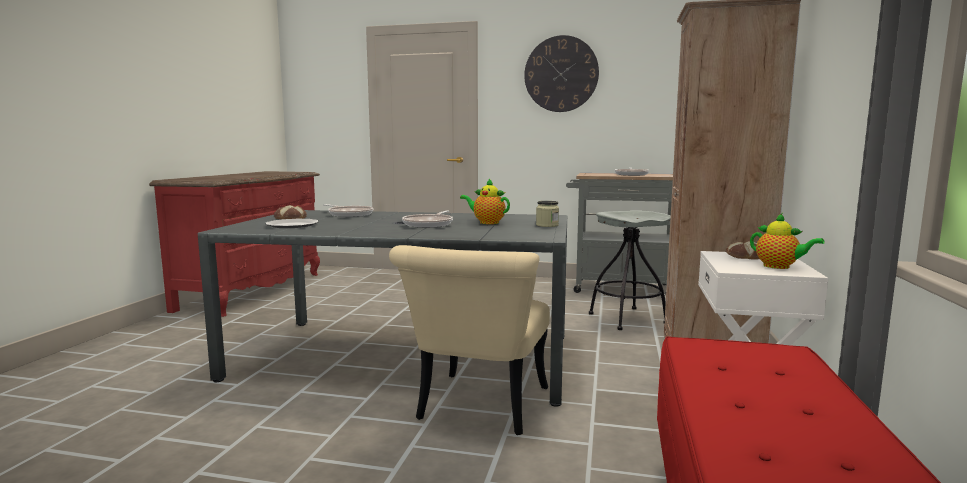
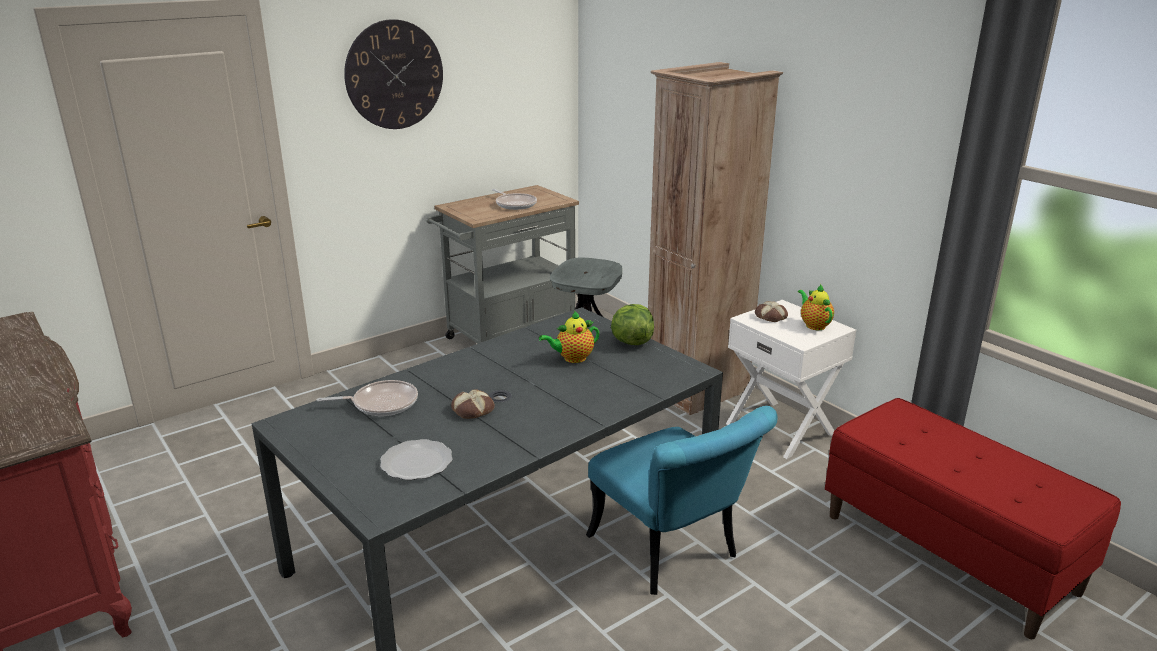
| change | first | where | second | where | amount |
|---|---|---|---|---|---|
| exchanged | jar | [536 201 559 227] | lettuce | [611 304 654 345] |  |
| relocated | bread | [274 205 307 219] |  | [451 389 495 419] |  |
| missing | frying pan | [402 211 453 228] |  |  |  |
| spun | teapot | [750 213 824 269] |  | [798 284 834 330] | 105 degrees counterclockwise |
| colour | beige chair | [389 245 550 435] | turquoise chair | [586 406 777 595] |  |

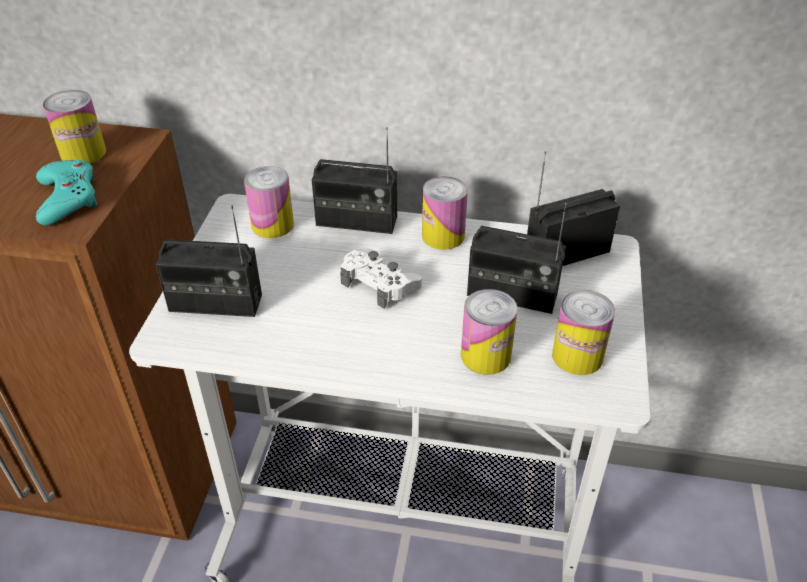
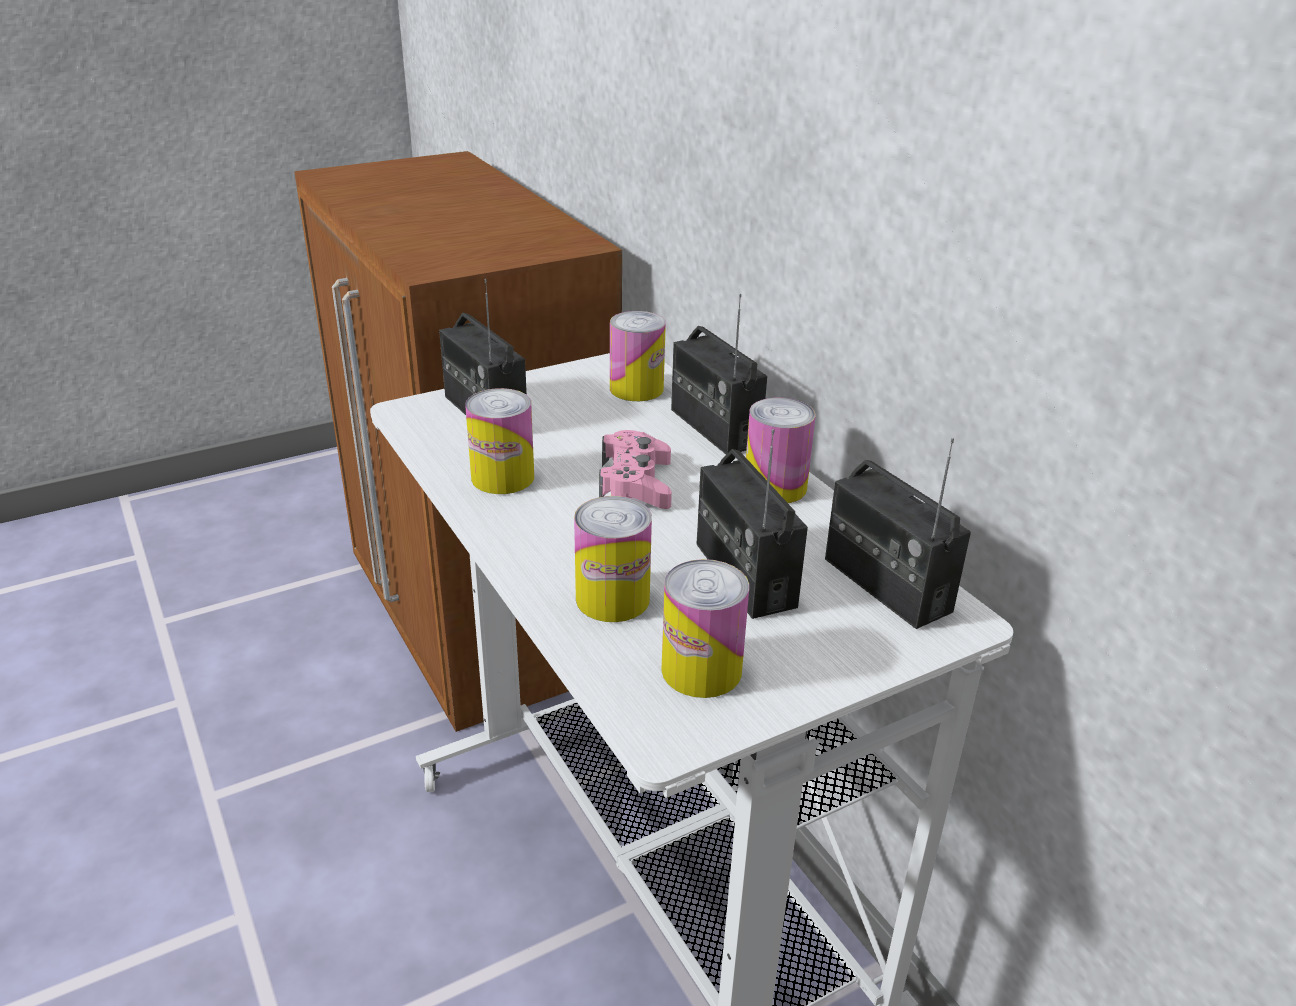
| change | first | where | second | where | amount |
|---|---|---|---|---|---|
| relocated | can | [43 90 106 164] |  | [465 388 534 494] |  |
| spun | radio | [527 151 620 266] |  | [825 438 971 629] | 150 degrees counterclockwise |
| missing | turquoise game controller | [36 160 97 225] |  |  |  |
| colour | white game controller | [340 248 422 309] | pink game controller | [599 430 672 509] |  |

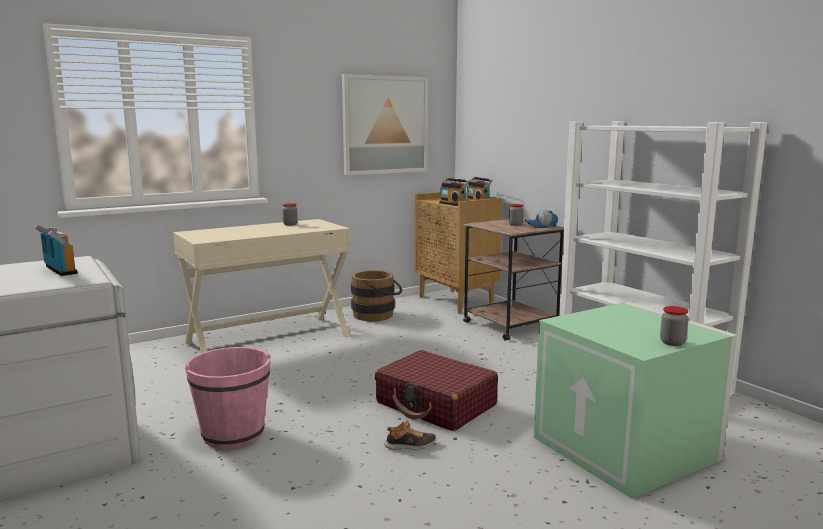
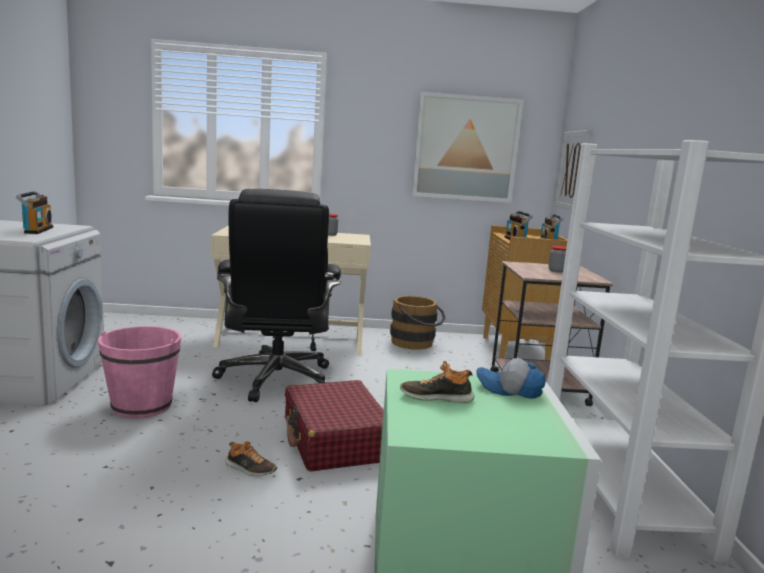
| change | first | where | second | where | amount |
|---|---|---|---|---|---|
| relocated | cap | [525 210 558 228] |  | [476 358 546 399] |  |
| missing | jar | [660 306 689 346] |  |  |  |
| appeared |  |  | picture | [555 130 590 211] |  |
| appeared |  |  | black office chair | [212 189 341 402] |  |
| appeared |  |  | shoe | [400 361 474 403] |  |

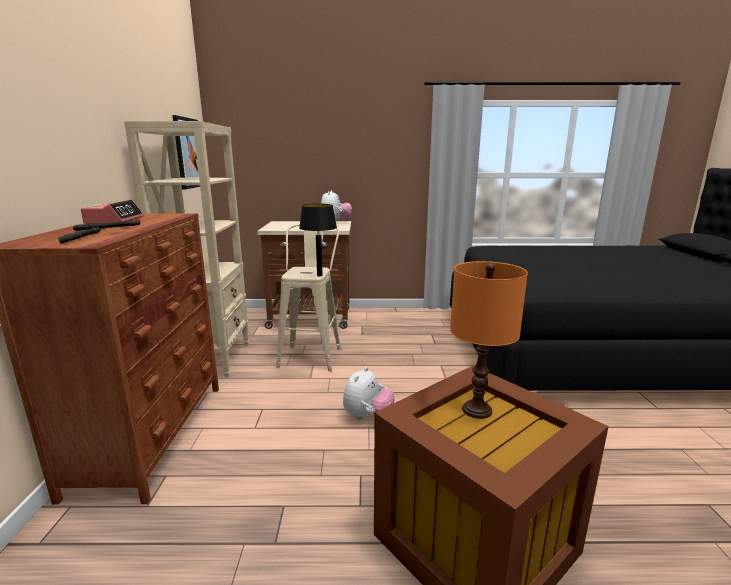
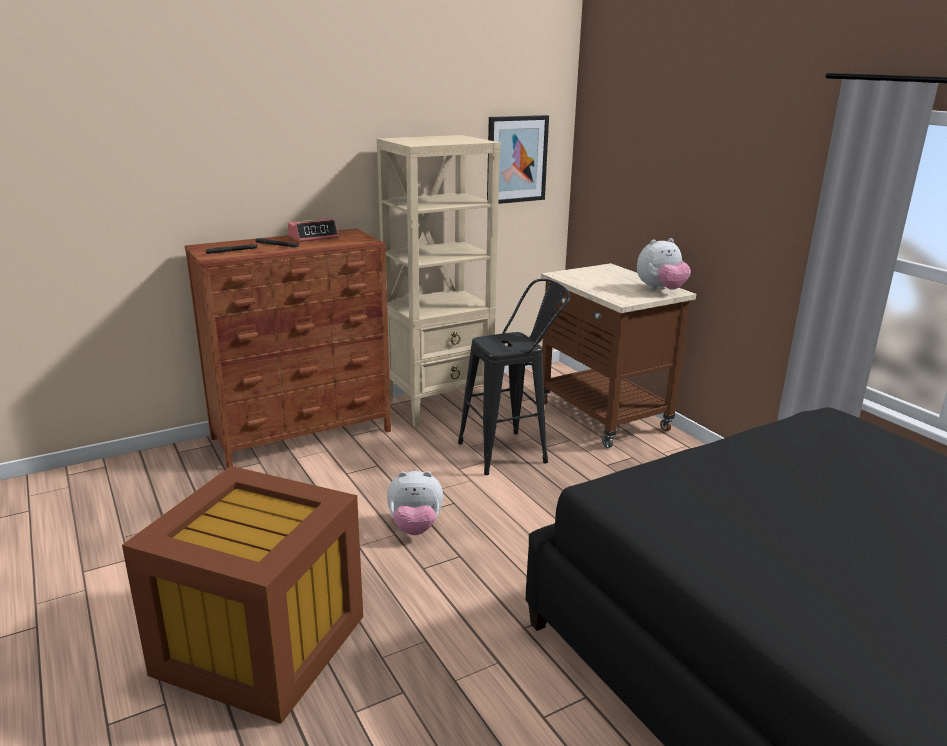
| change | first | where | second | where | amount |
|---|---|---|---|---|---|
| missing | black table lamp | [299 204 337 276] |  |  |  |
| colour | beige stool | [276 224 341 371] | black stool | [458 279 570 475] |  |
| missing | orange table lamp | [450 261 528 419] |  |  |  |

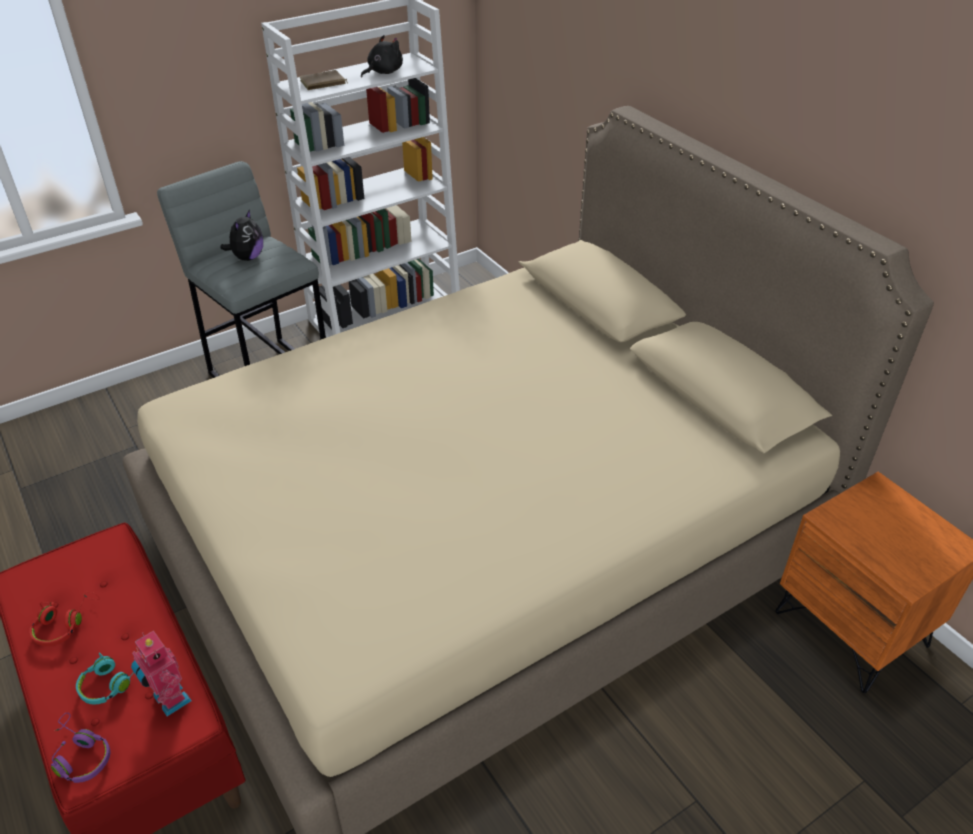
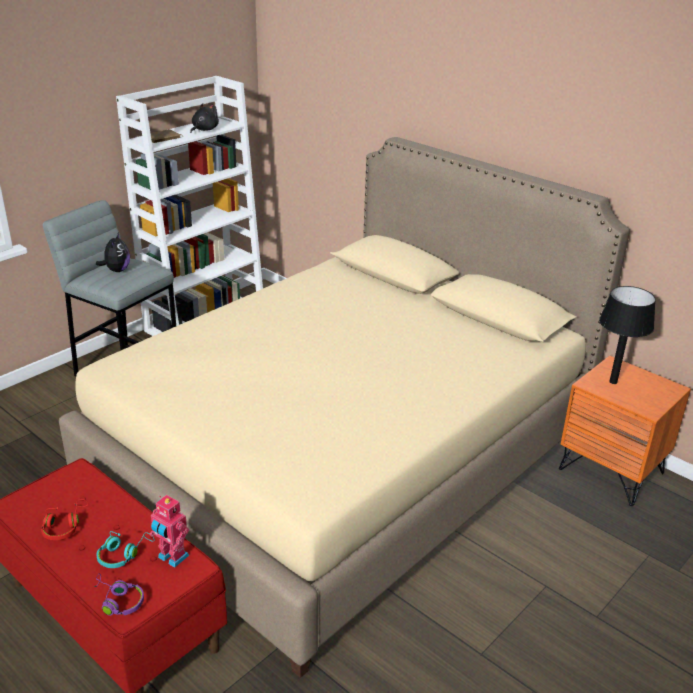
| change | first | where | second | where | amount |
|---|---|---|---|---|---|
| appeared |  |  | black table lamp | [599 286 656 384] |  |

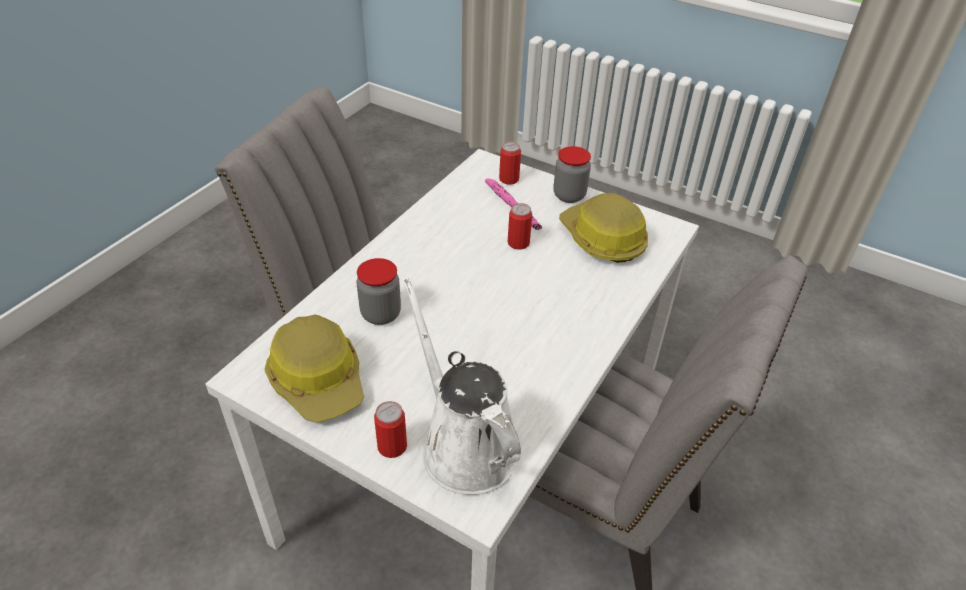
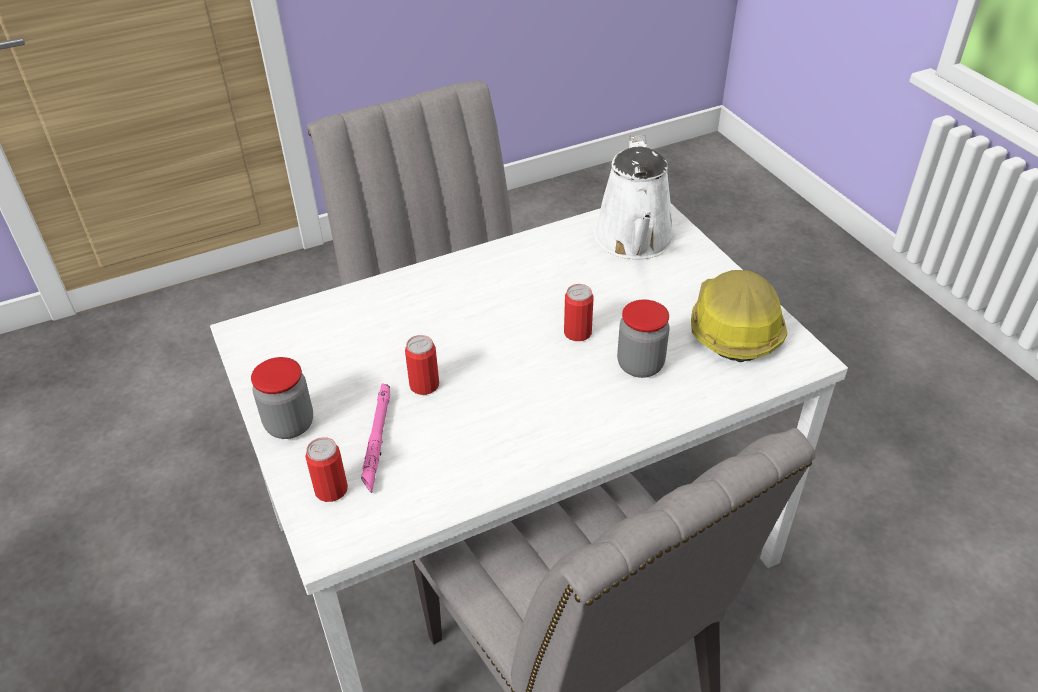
| change | first | where | second | where | amount |
|---|---|---|---|---|---|
| missing | hard hat | [559 193 648 263] |  |  |  |
| relocated | can | [374 401 407 458] |  | [564 284 593 341] |  |

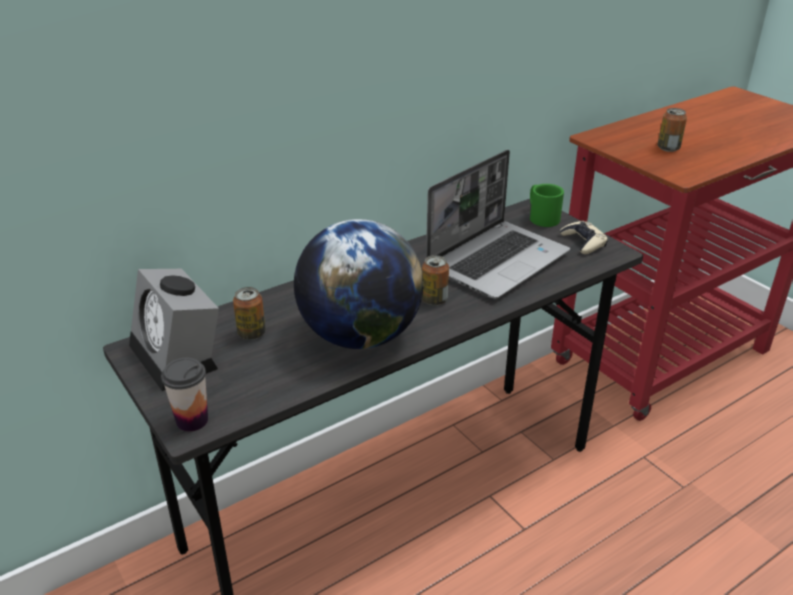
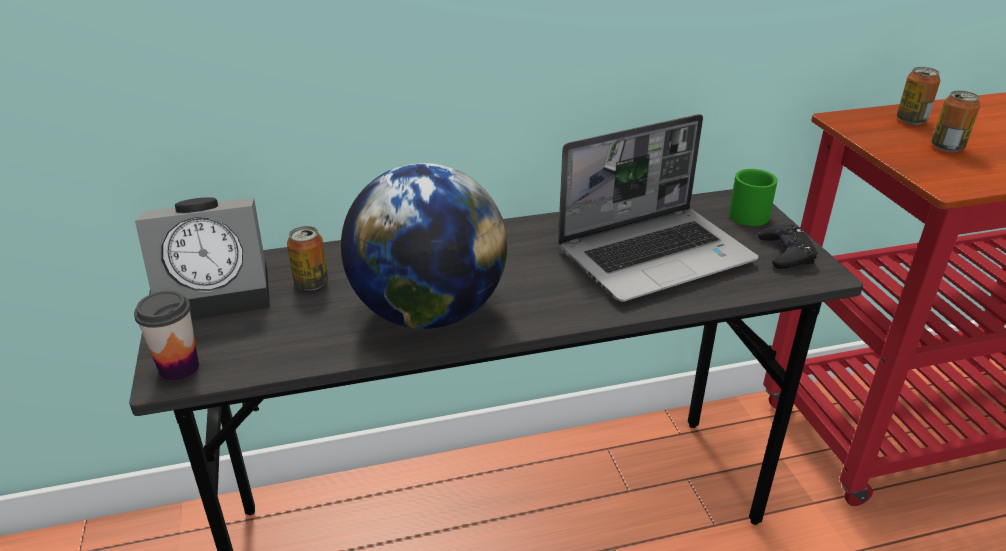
| change | first | where | second | where | amount |
|---|---|---|---|---|---|
| colour | beige game controller | [560 221 608 254] | black game controller | [758 224 818 269] |  |
| relocated | can | [422 255 449 306] |  | [897 67 941 125] |  |
| spun | alarm clock | [129 269 219 391] |  | [135 197 270 320] | 90 degrees counterclockwise |

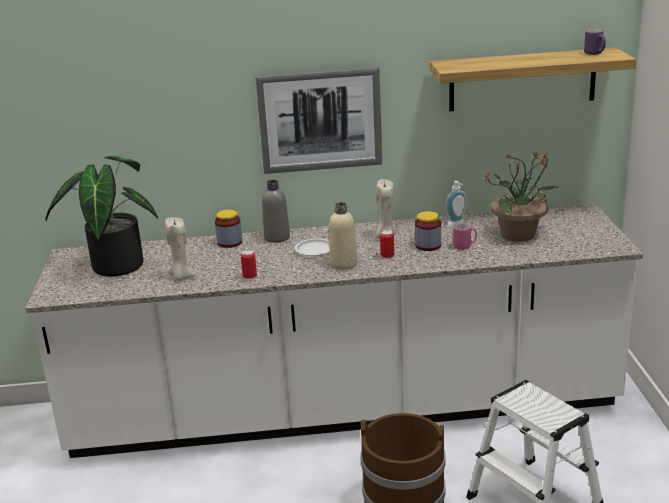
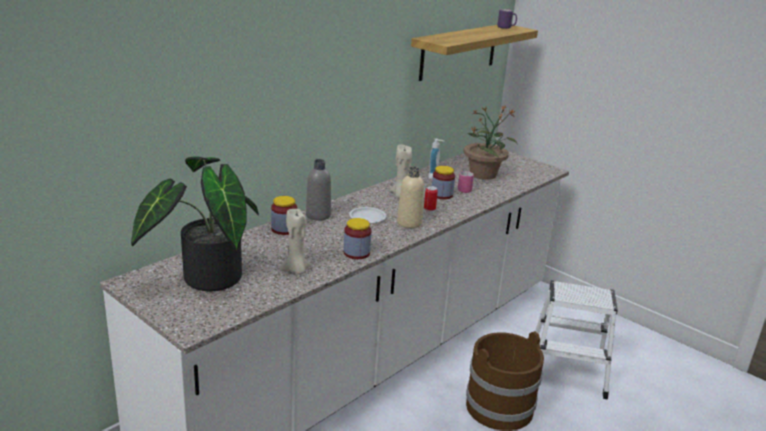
| change | first | where | second | where | amount |
|---|---|---|---|---|---|
| missing | picture | [255 67 382 174] |  |  |  |
| exchanged | can | [241 250 257 280] | jar | [344 218 371 259] |  |

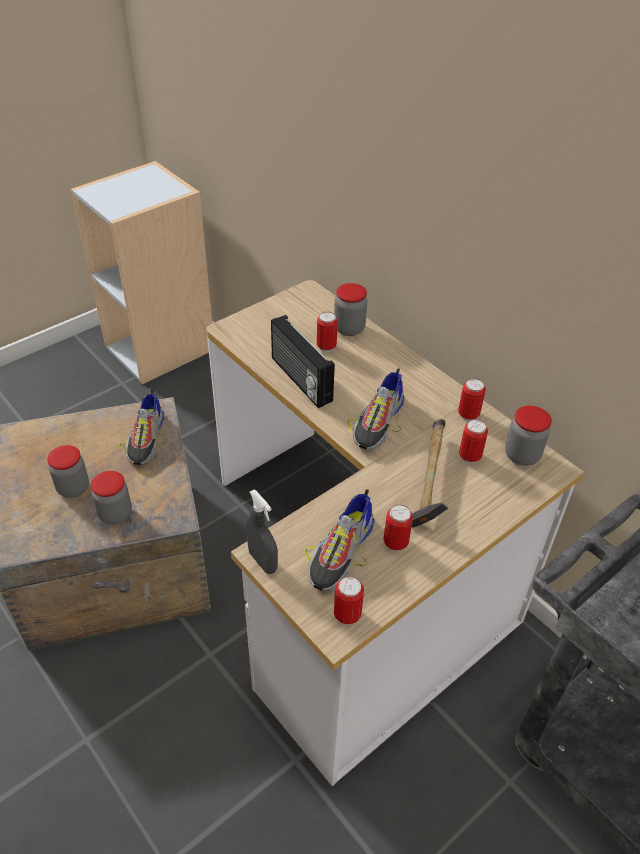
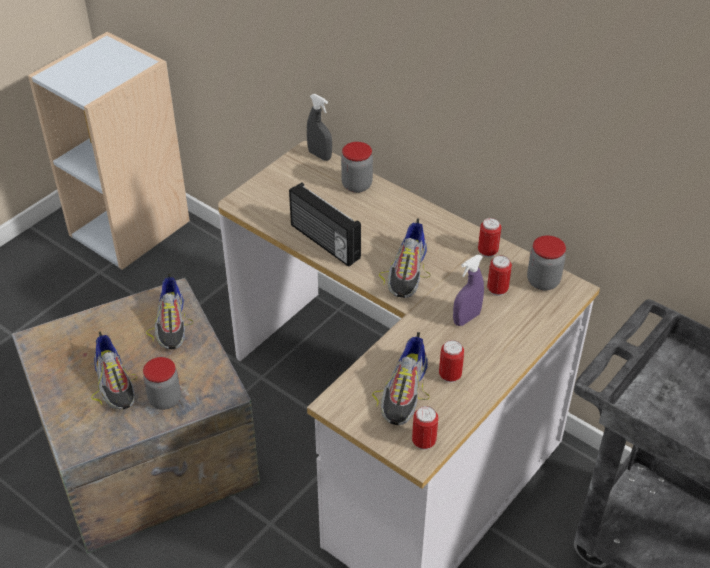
| change | first | where | second | where | amount |
|---|---|---|---|---|---|
| missing | can | [317 312 338 352] |  |  |  |
| exchanged | hammer | [412 419 448 528] | purple spray bottle | [453 255 484 326] |  |
| exchanged | jar | [47 445 89 498] | shoe | [91 331 137 410] |  |
| relocated | grey spray bottle | [246 490 278 574] |  | [307 94 332 161] |  |

